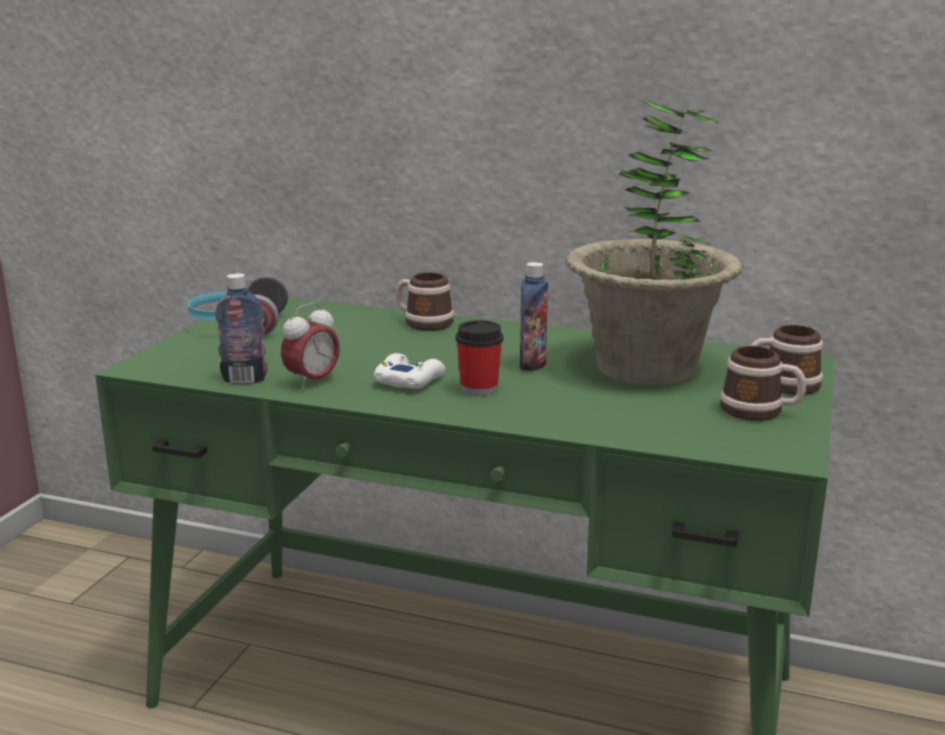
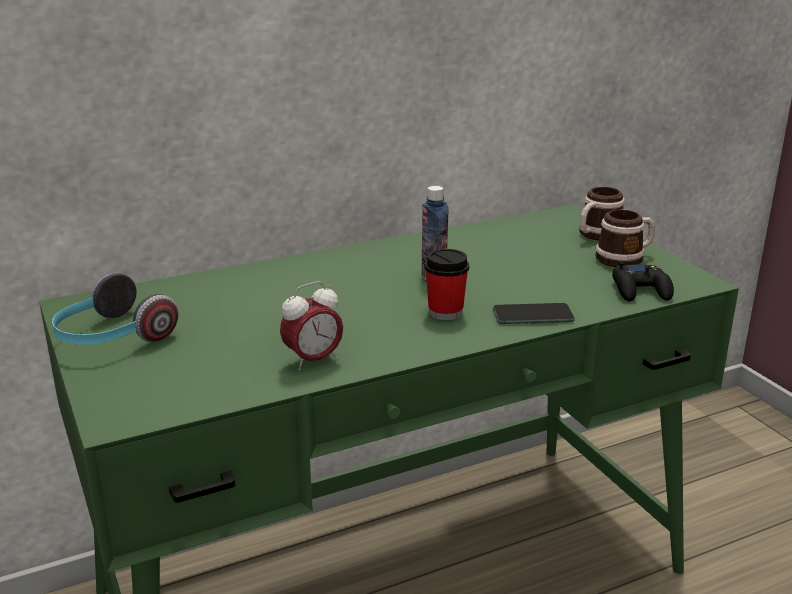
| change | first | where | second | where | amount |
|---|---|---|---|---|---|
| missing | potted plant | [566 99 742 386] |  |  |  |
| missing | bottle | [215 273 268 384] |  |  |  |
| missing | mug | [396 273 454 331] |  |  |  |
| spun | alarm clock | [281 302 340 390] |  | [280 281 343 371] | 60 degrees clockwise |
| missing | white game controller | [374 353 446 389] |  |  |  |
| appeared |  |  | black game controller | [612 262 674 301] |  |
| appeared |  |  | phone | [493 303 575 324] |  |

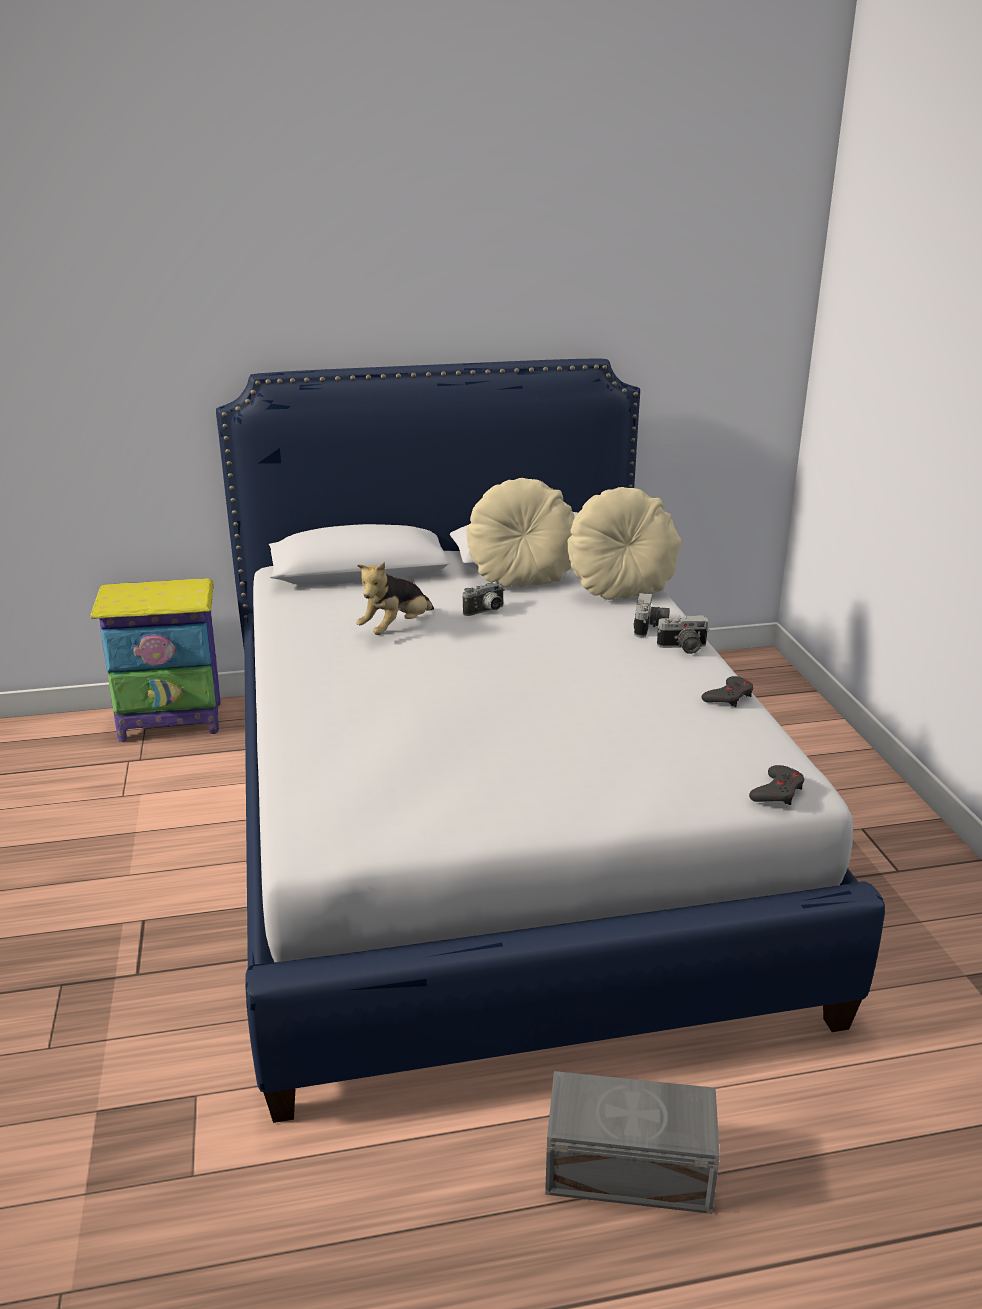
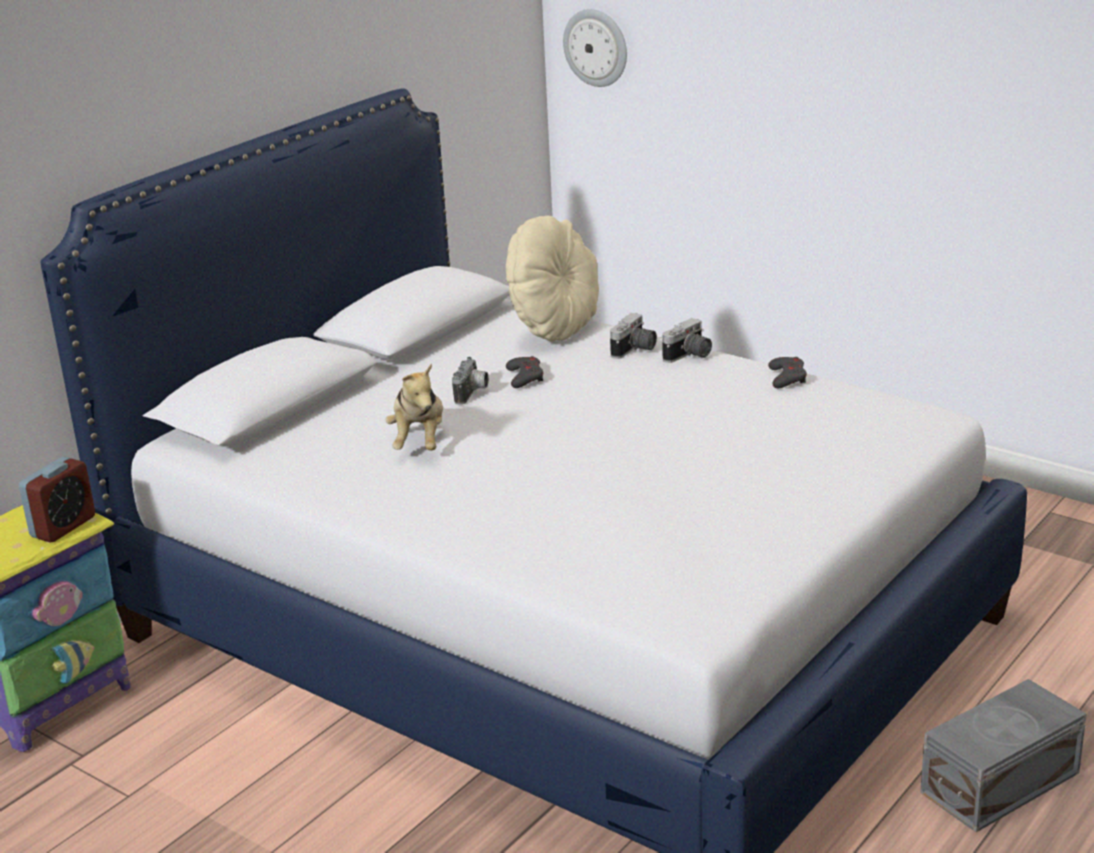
| change | first | where | second | where | amount |
|---|---|---|---|---|---|
| missing | beige pillow | [466 478 574 587] |  |  |  |
| spun | photo camera | [634 593 669 637] |  | [610 313 657 359] | 60 degrees clockwise |
| relocated | grey game controller | [749 765 804 805] |  | [506 356 543 388] |  |
| appeared |  |  | wall clock | [563 9 627 87] |  |
| appeared |  |  | alarm clock | [19 457 95 542] |  |

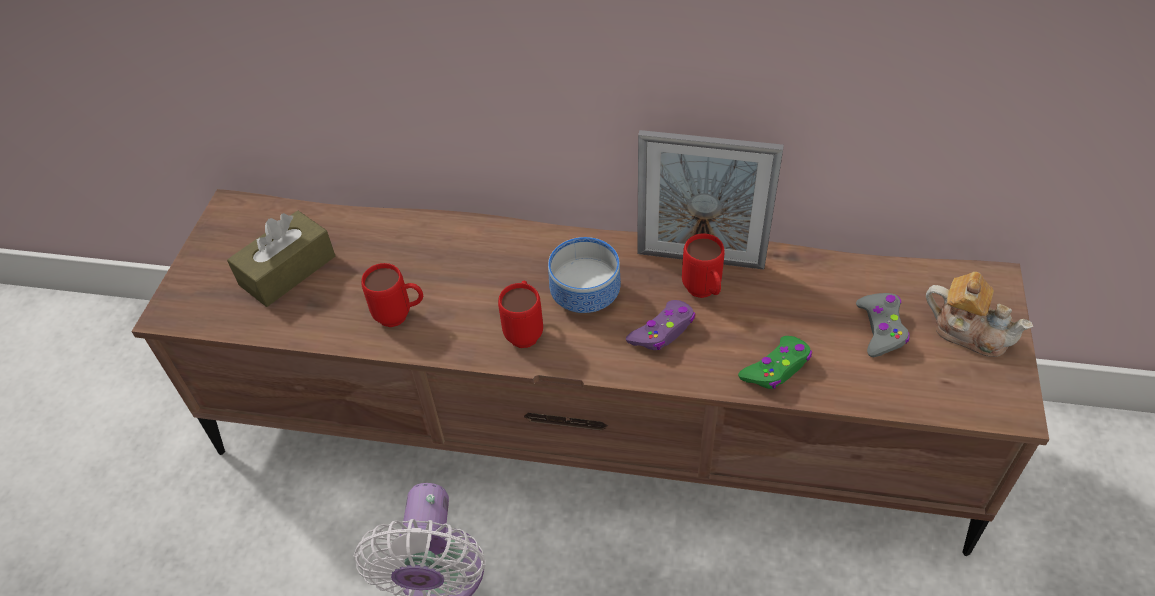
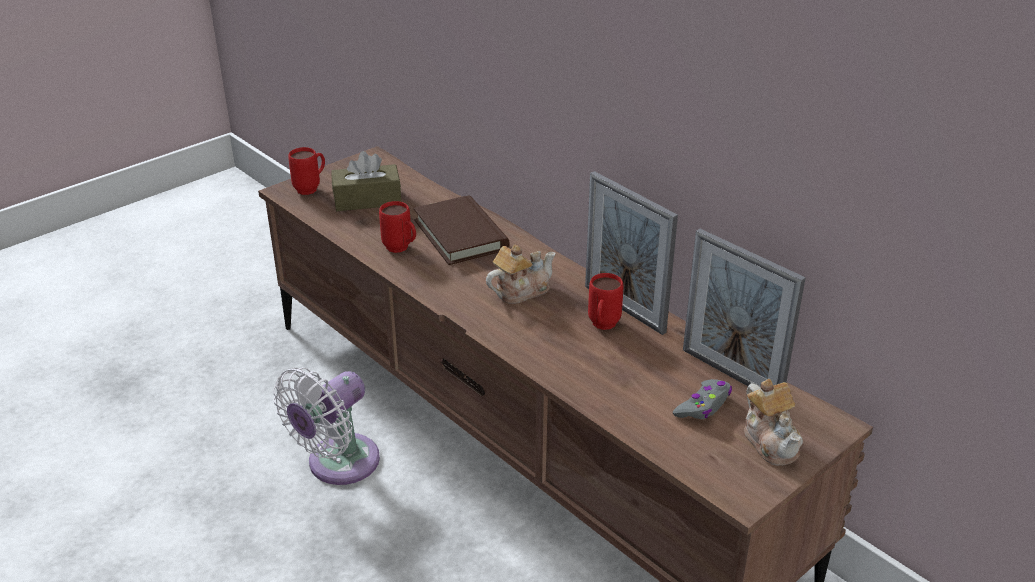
| change | first | where | second | where | amount |
|---|---|---|---|---|---|
| exchanged | bowl | [548 237 621 313] | teapot | [486 245 556 304] |  |
| relocated | red mug | [498 280 543 348] |  | [288 147 325 195] |  |
| missing | purple game controller | [626 300 695 350] |  |  |  |
| missing | green game controller | [738 336 812 389] |  |  |  |
| appeared |  |  | brown book | [413 195 510 265] |  |
| appeared |  |  | picture frame | [683 229 806 387] |  |

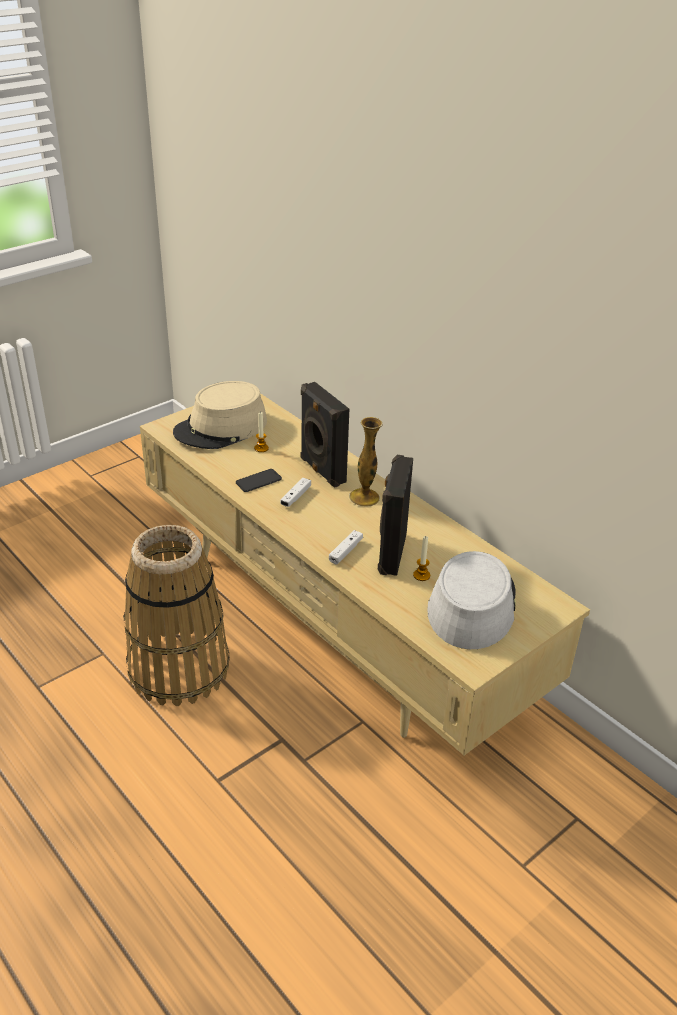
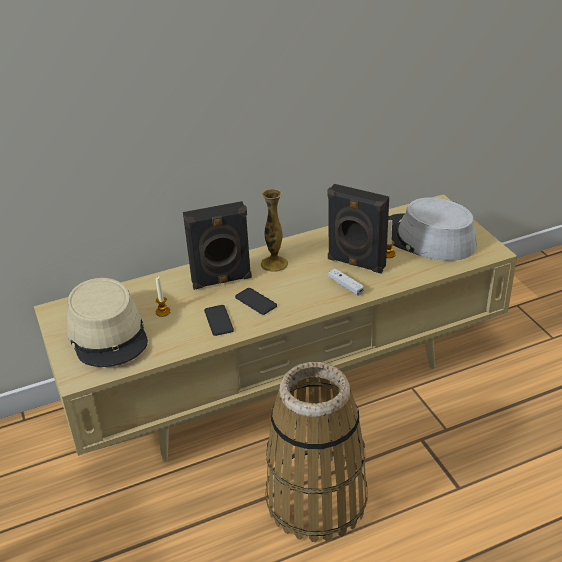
| change | first | where | second | where | amount |
|---|---|---|---|---|---|
| exchanged | white game controller | [280 478 311 507] | phone | [235 288 277 315] |  |

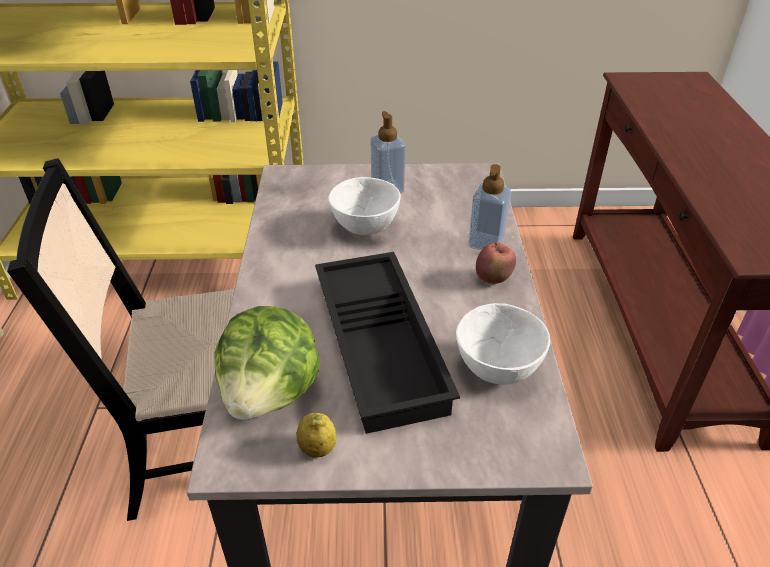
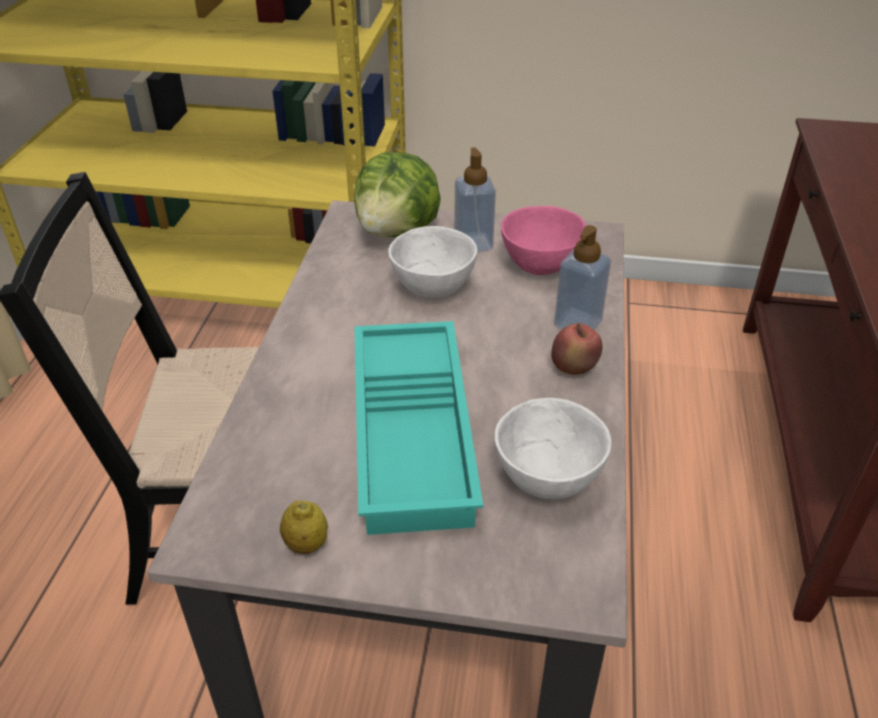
| change | first | where | second | where | amount |
|---|---|---|---|---|---|
| colour | black tray | [315 252 460 434] | turquoise tray | [354 321 483 535] |  |
| relocated | lettuce | [214 306 320 420] |  | [354 152 441 237] |  |
| appeared |  |  | pink bowl | [501 206 586 275] |  |

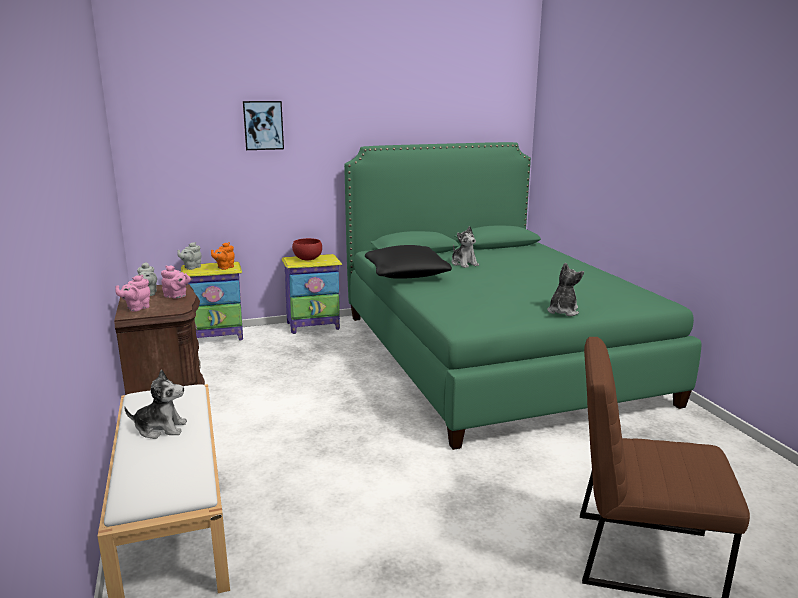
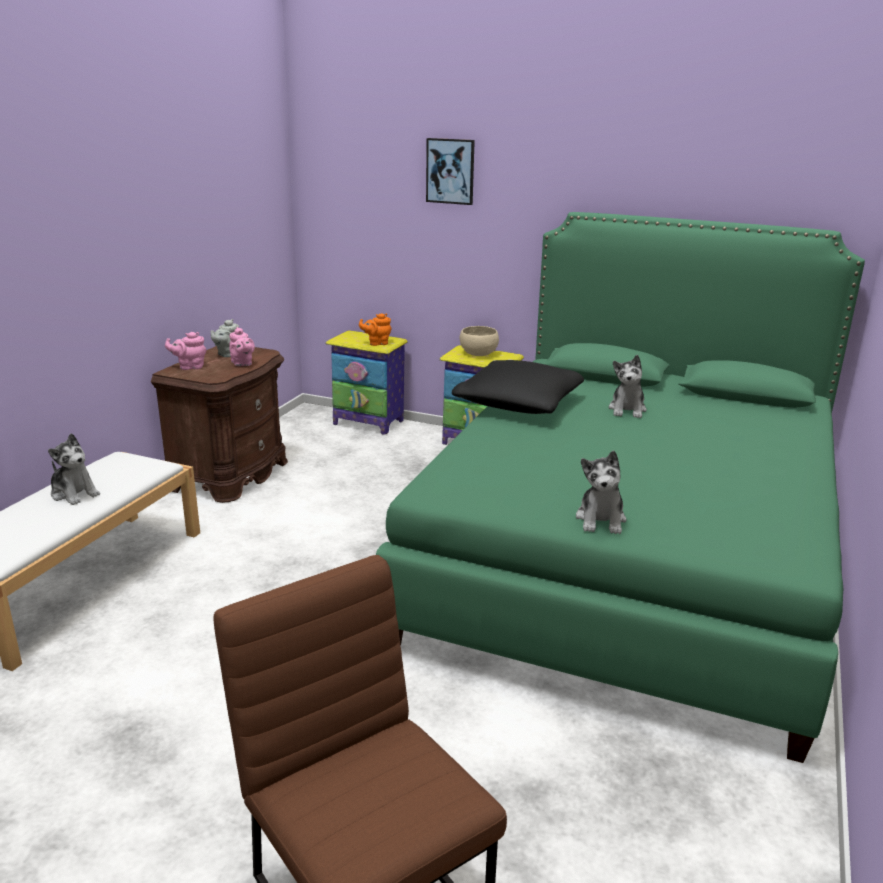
| change | first | where | second | where | amount |
|---|---|---|---|---|---|
| colour | red bowl | [292 238 322 260] | beige bowl | [460 326 499 356] |  |
| missing | grey teapot | [177 242 201 270] |  |  |  |
| spun | plush toy | [547 262 584 316] |  | [576 451 627 534] | 120 degrees clockwise |

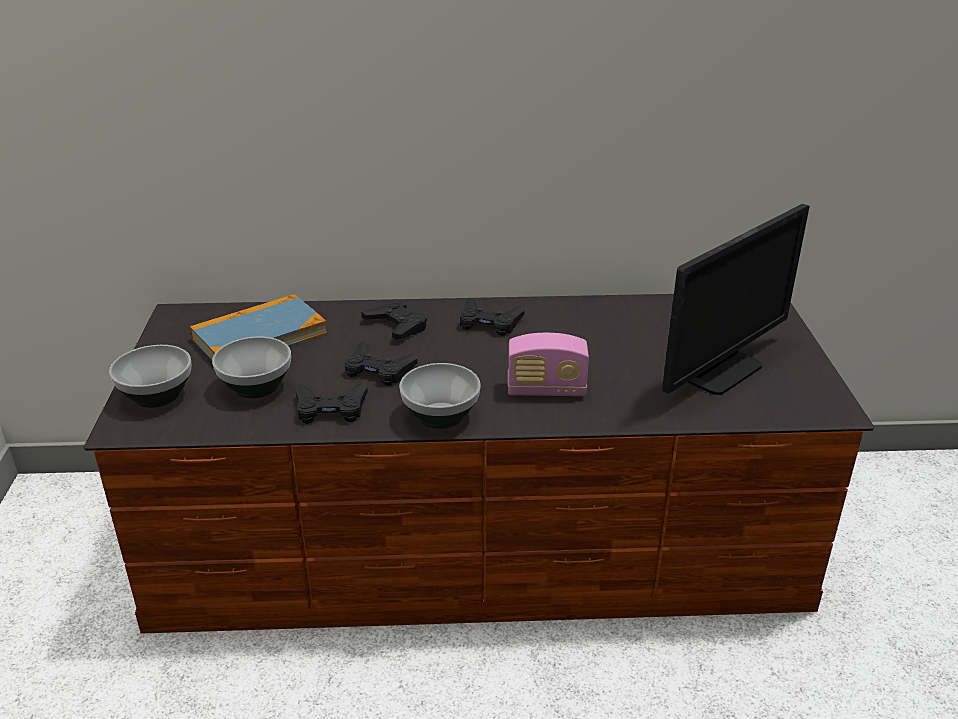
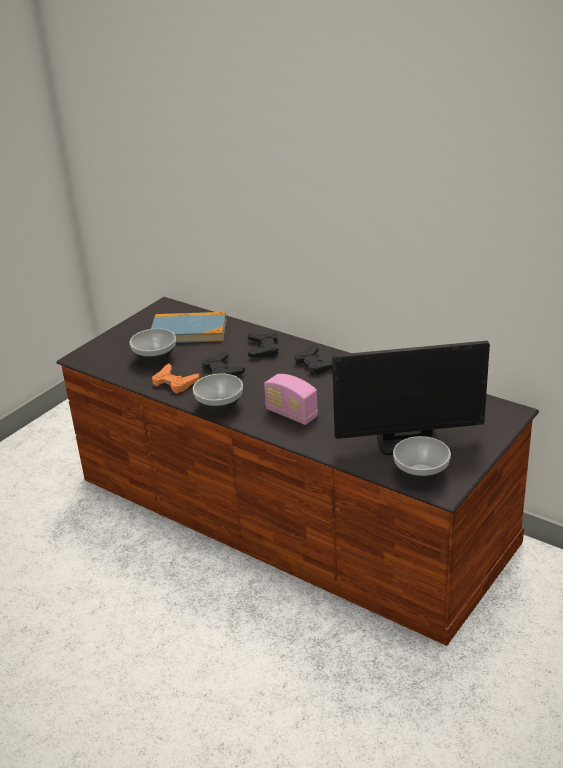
| change | first | where | second | where | amount |
|---|---|---|---|---|---|
| relocated | bowl | [109 345 192 408] |  | [393 436 451 484] |  |
| colour | black game controller | [295 382 368 424] | orange game controller | [152 364 199 393] |  |

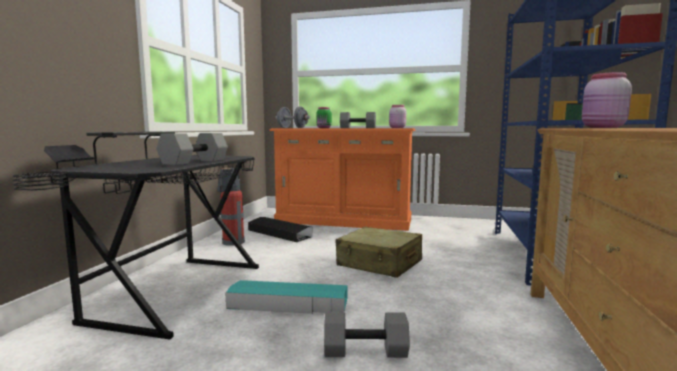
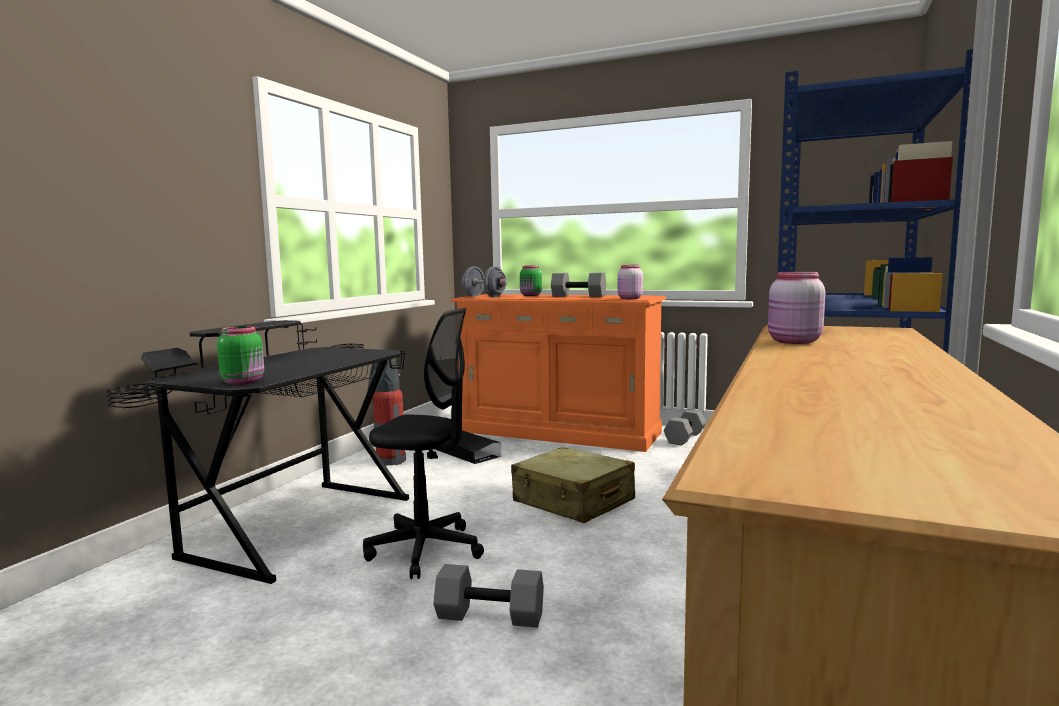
| change | first | where | second | where | amount |
|---|---|---|---|---|---|
| relocated | grey dumbbell | [156 133 228 166] |  | [664 409 706 445] |  |
| exchanged | turquoise storage box | [225 280 347 314] | black office chair | [363 307 484 579] |  |
| appeared |  |  | green jar | [217 326 264 385] |  |

